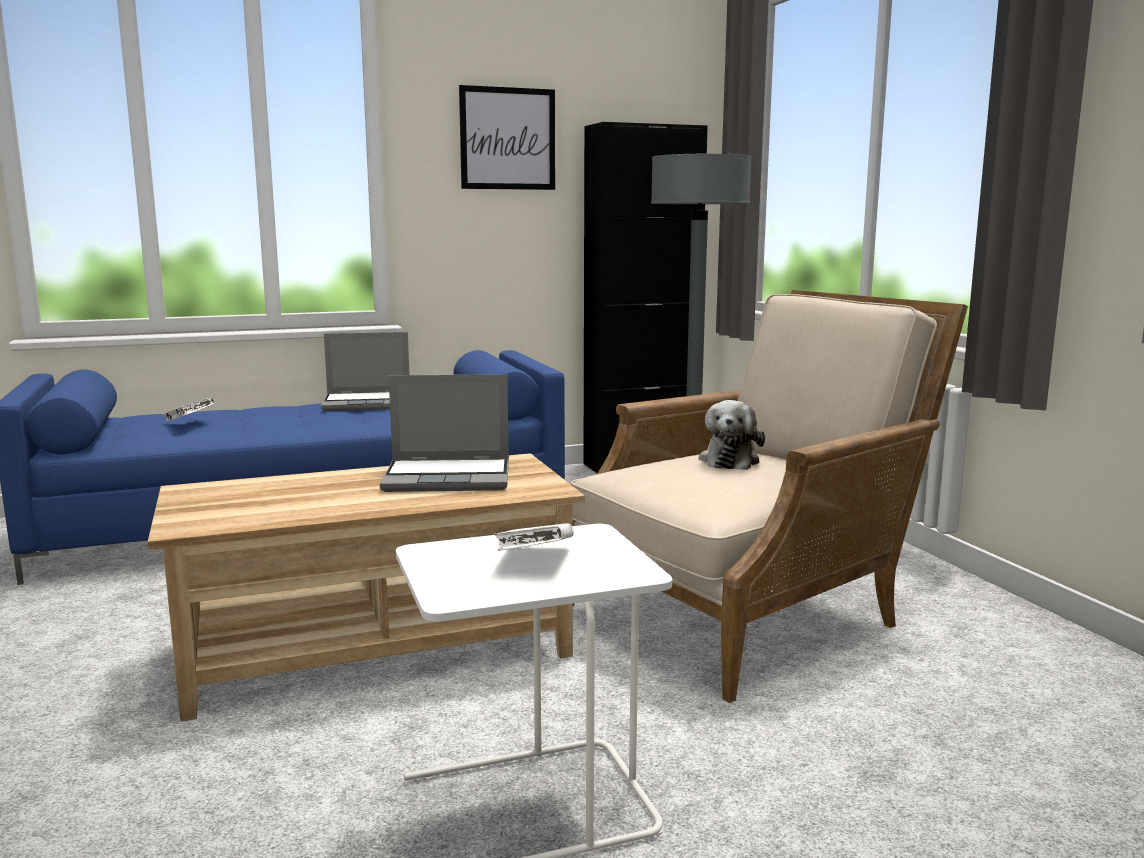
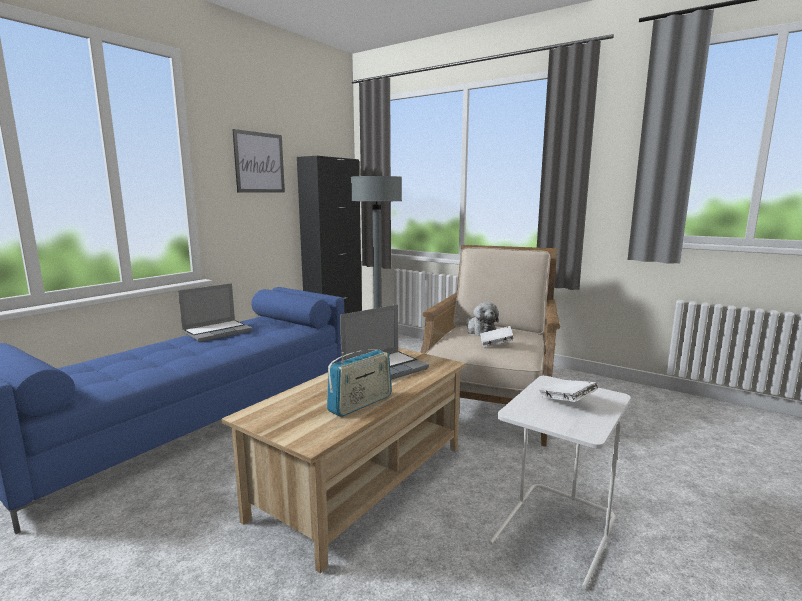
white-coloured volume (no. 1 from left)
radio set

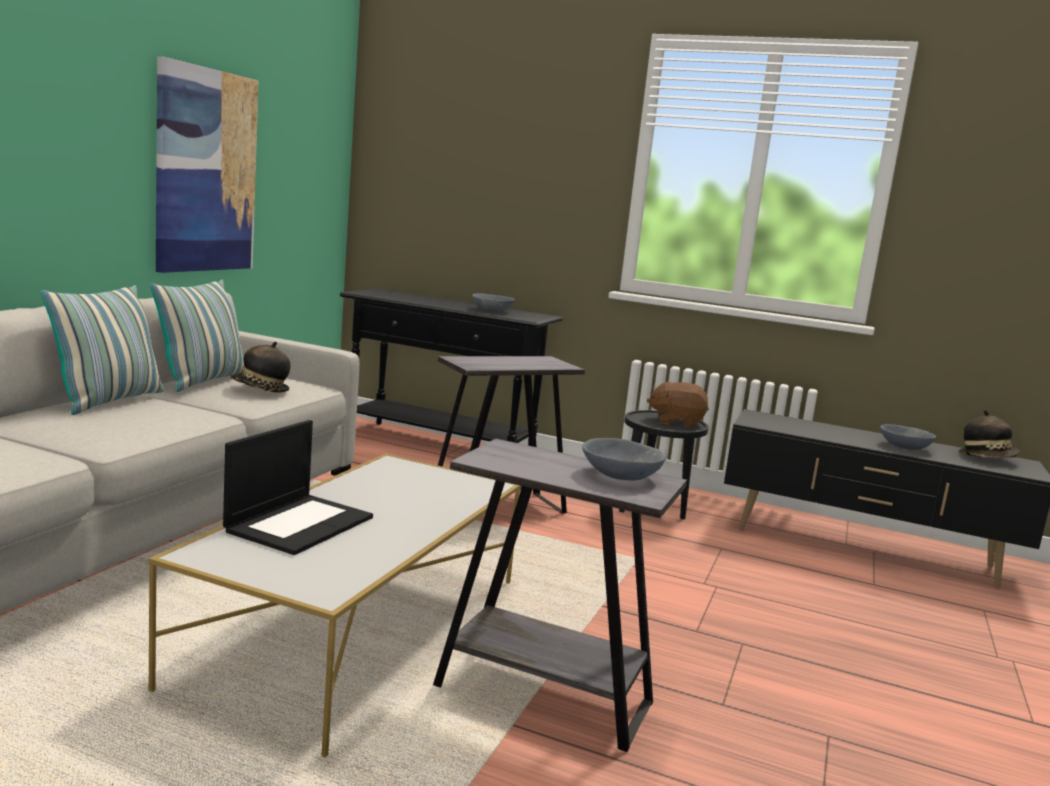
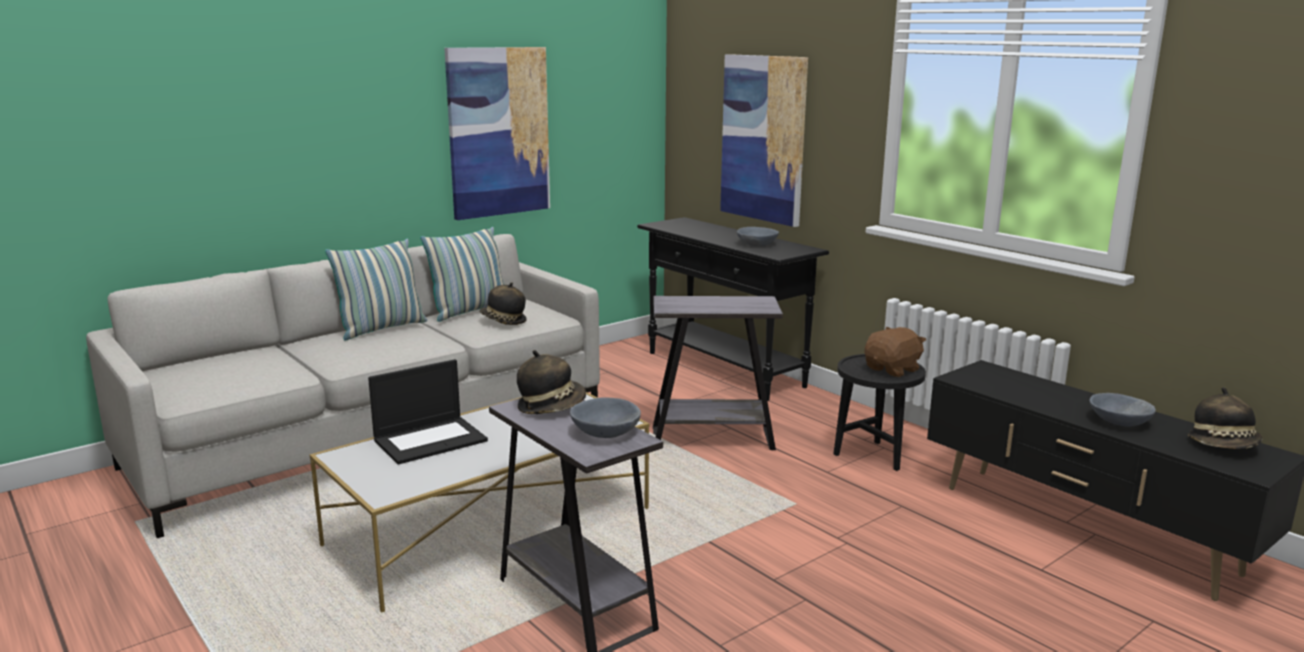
brown-coloured plush toy
clothing hat (no. 2 from left)
wall art (no. 2 from left)

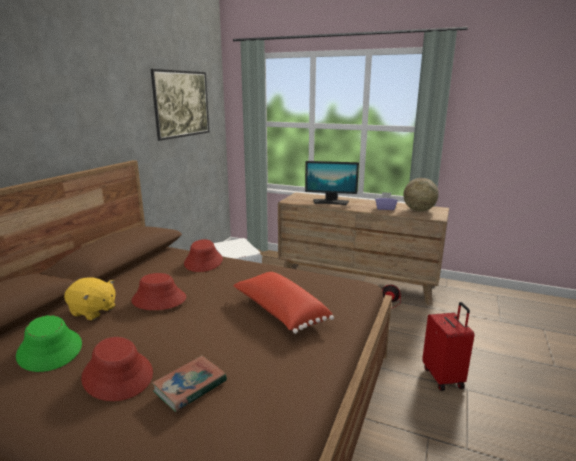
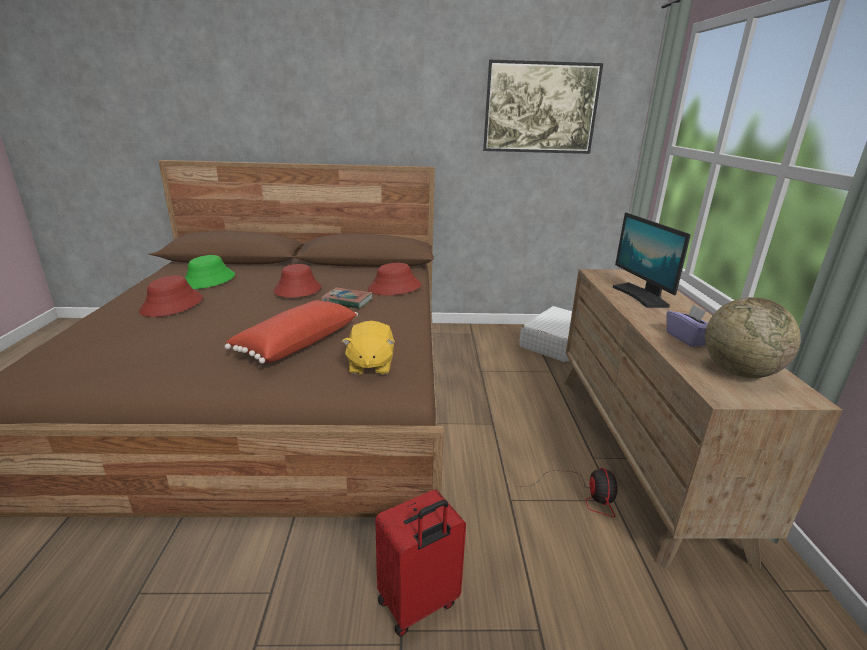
yellow plush toy
volume

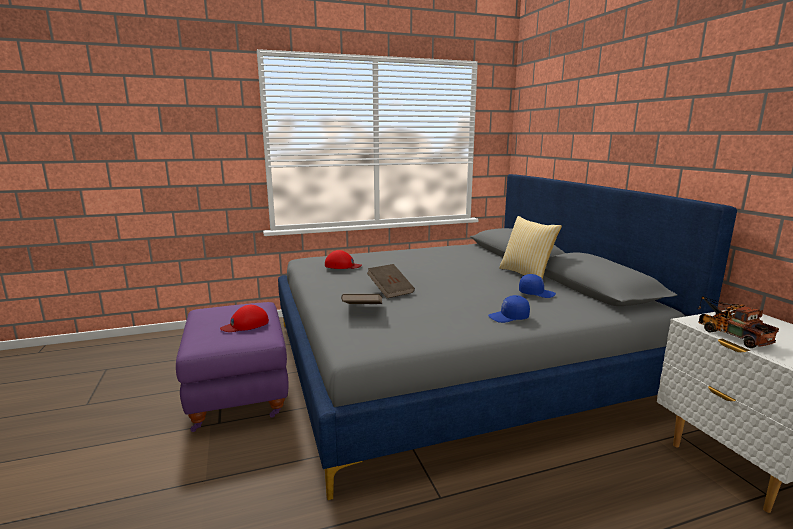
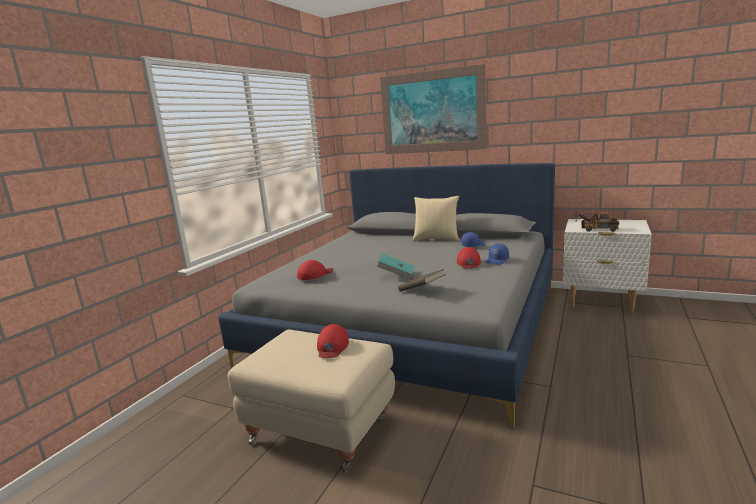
sand-coloured ottoman
turquoise-coloured volume
wall art
red-coloured peaked cap (no. 3 from left)

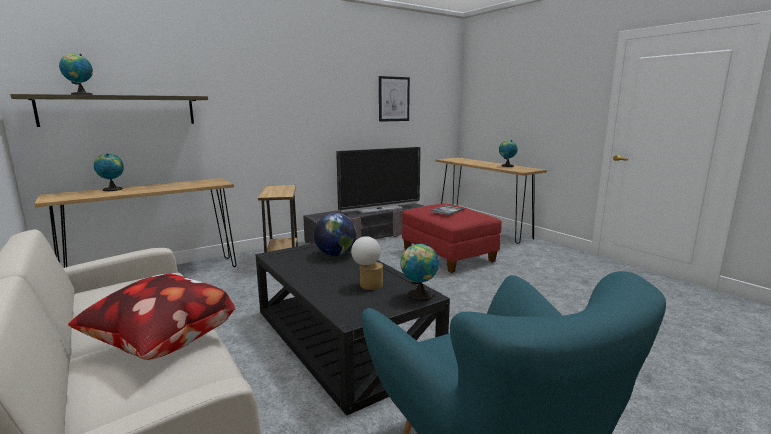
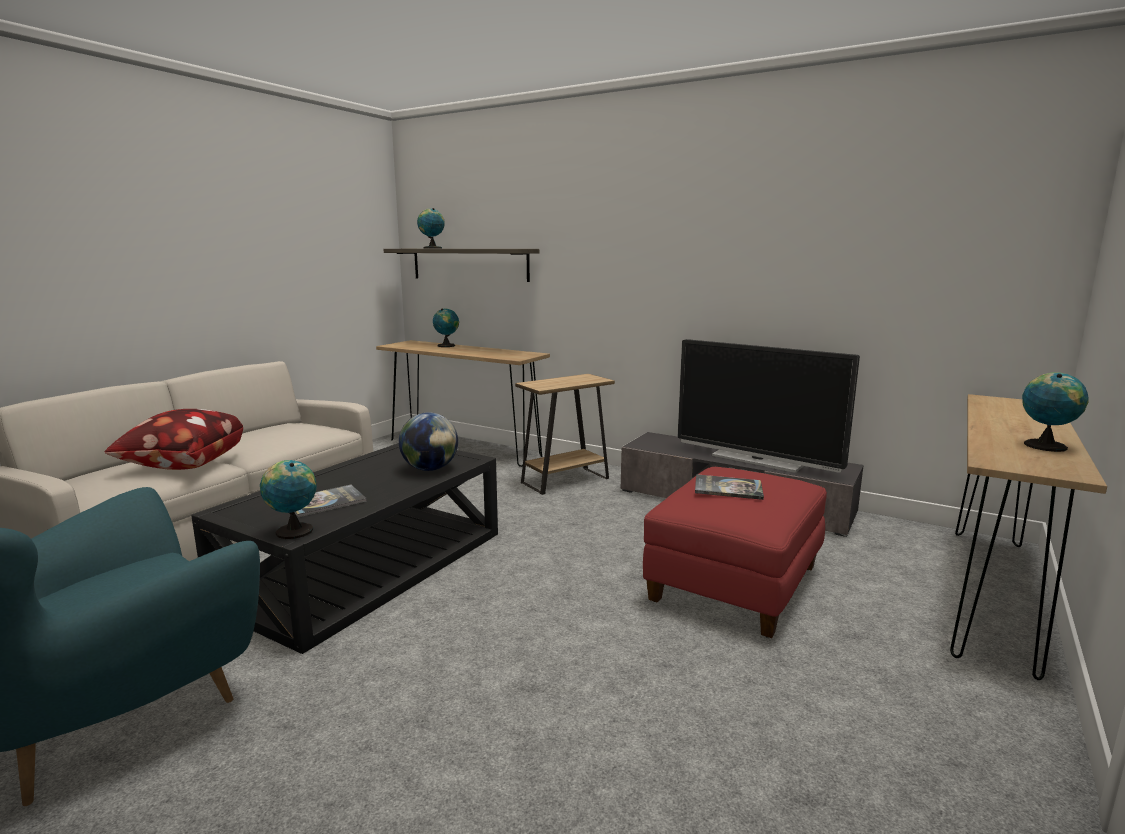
volume (no. 1 from left)
wall art

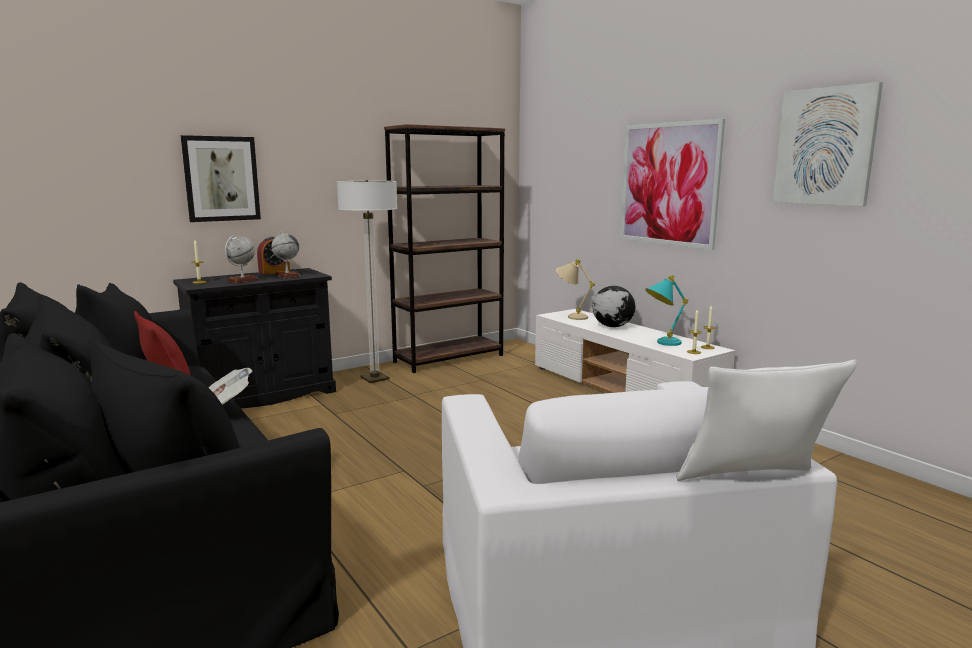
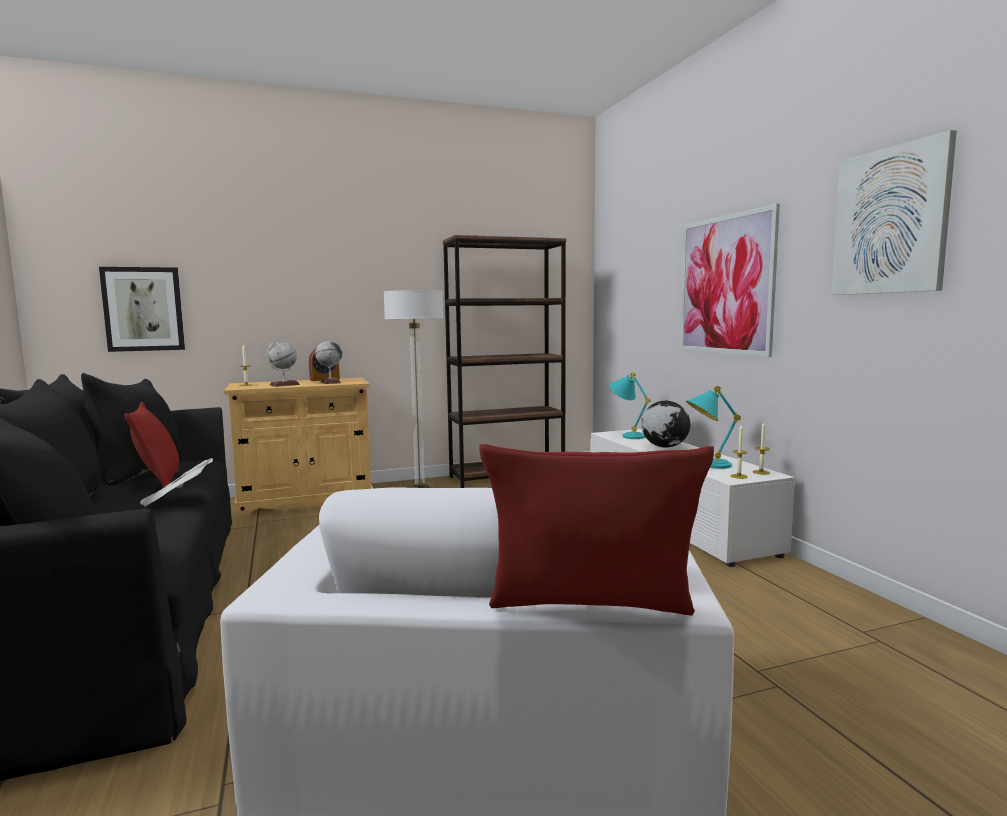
sand-coloured cupboard
wall art (no. 1 from left)
turquoise-coloured table lamp (no. 1 from left)
red-coloured throw pillow (no. 2 from left)

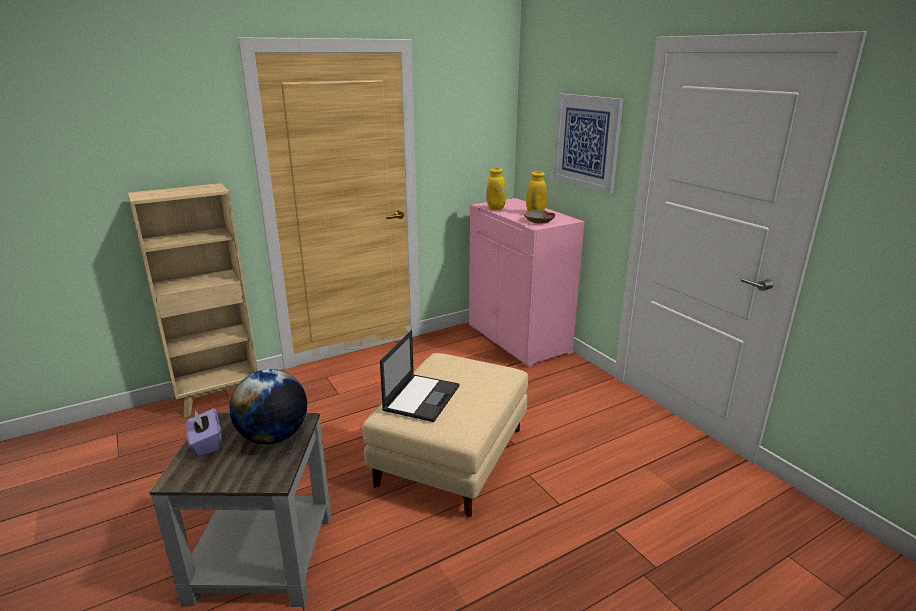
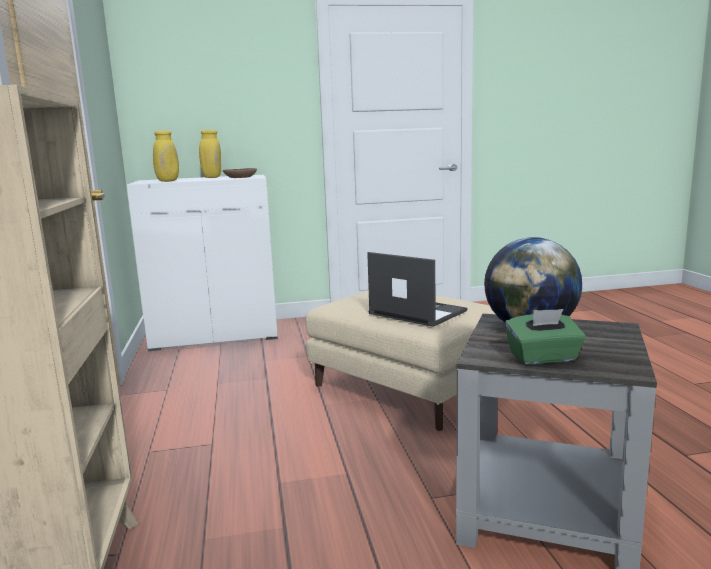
green-coloured tissue box
white-coloured cupboard
wall art

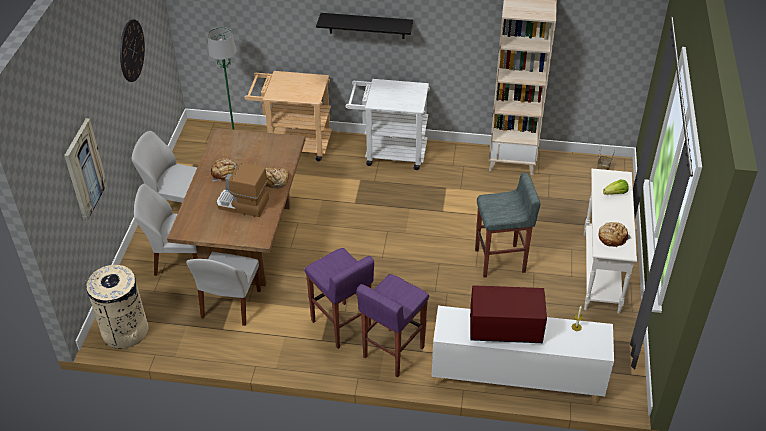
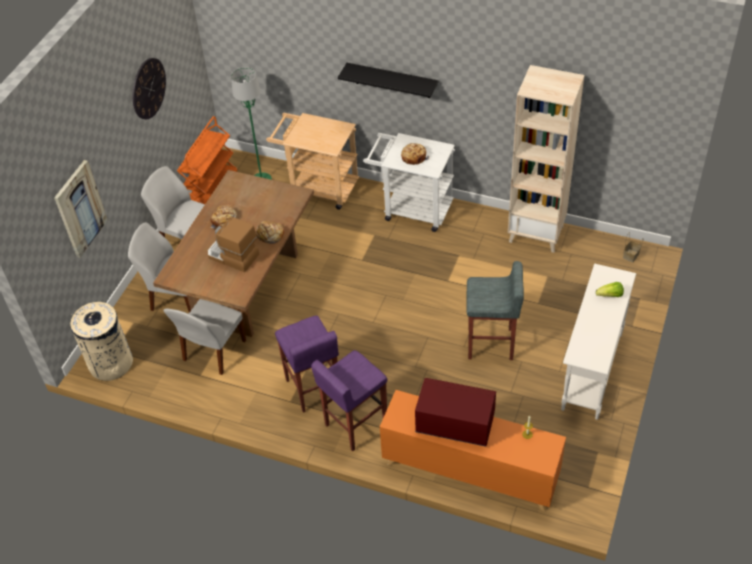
orange cupboard
baked bread (no. 3 from left)
orange cart

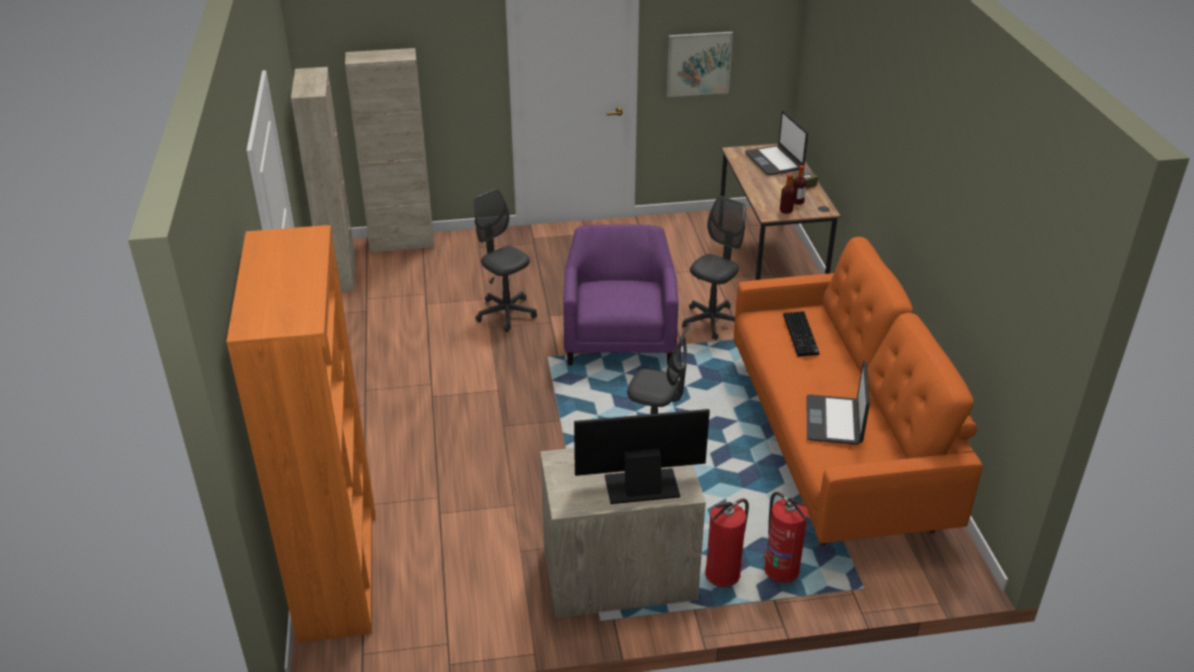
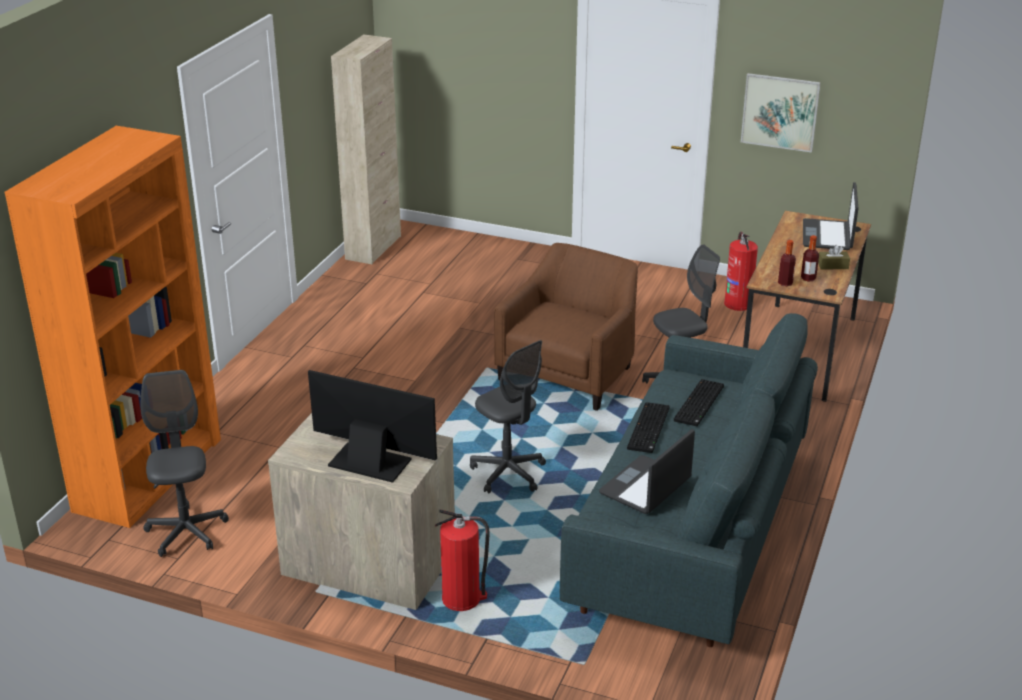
sand-coloured cupboard (no. 2 from left in the first image)
grey desk chair (no. 1 from left)
brown-coloured easy chair
grey sofa
extinguisher (no. 2 from left)
PC keyboard (no. 1 from left)

